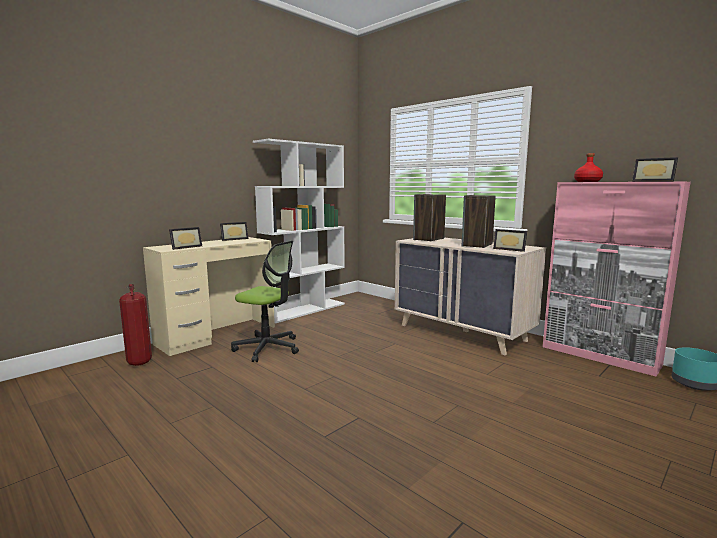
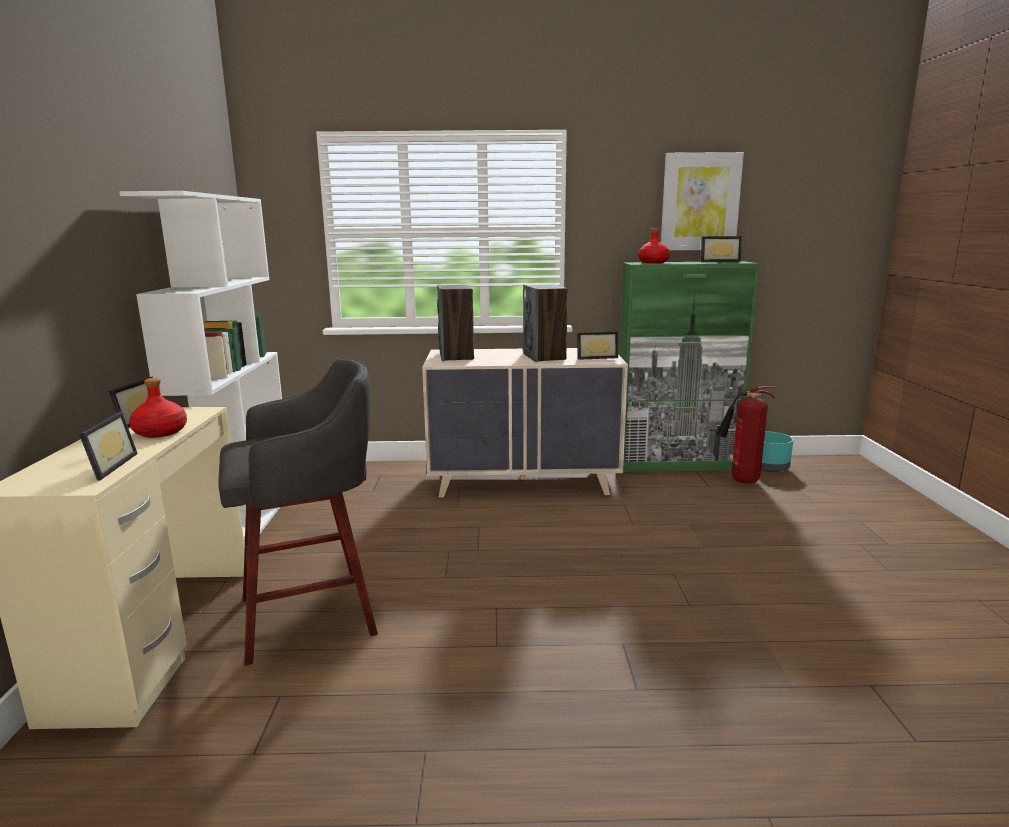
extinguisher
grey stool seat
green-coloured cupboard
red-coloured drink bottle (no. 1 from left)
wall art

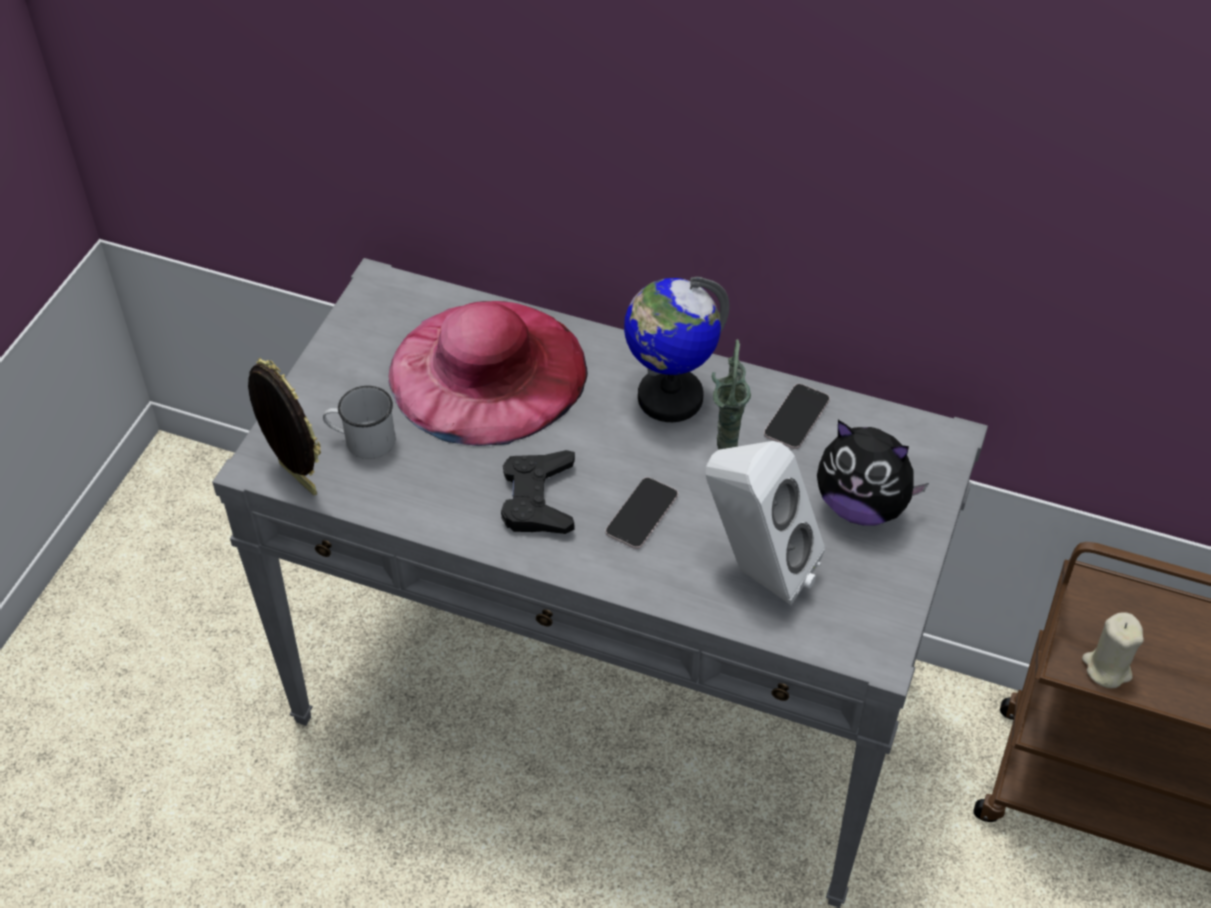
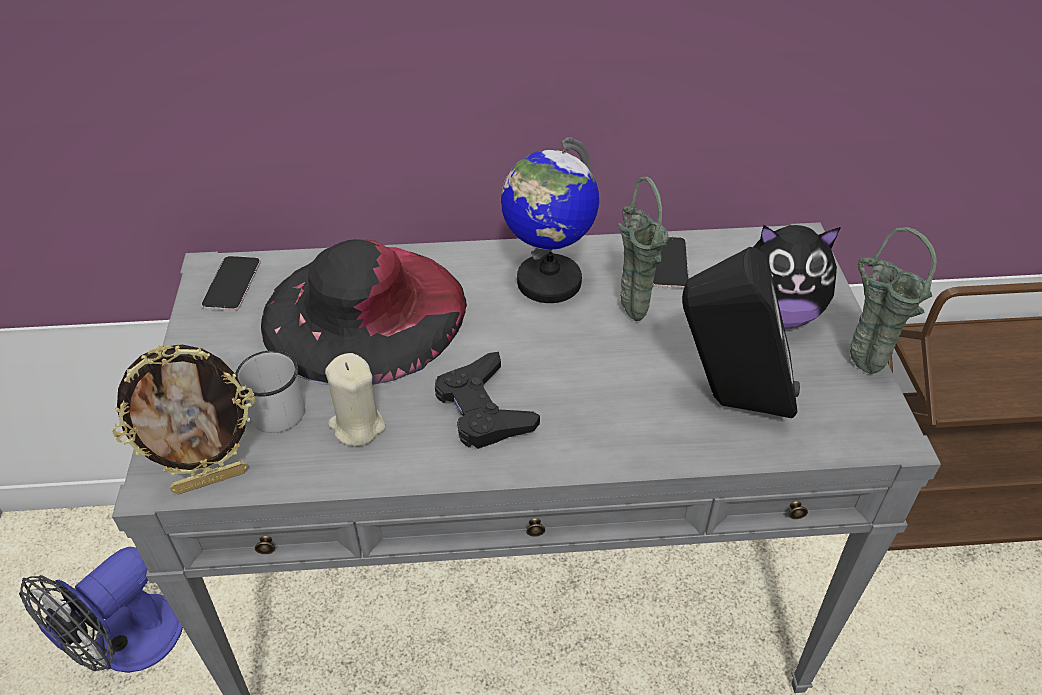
standing frame
blackish clothing hat
handset (no. 1 from left)
blackish loudspeaker
sand-coloured wax light
electric fan
green-coloured flower vase (no. 2 from left)

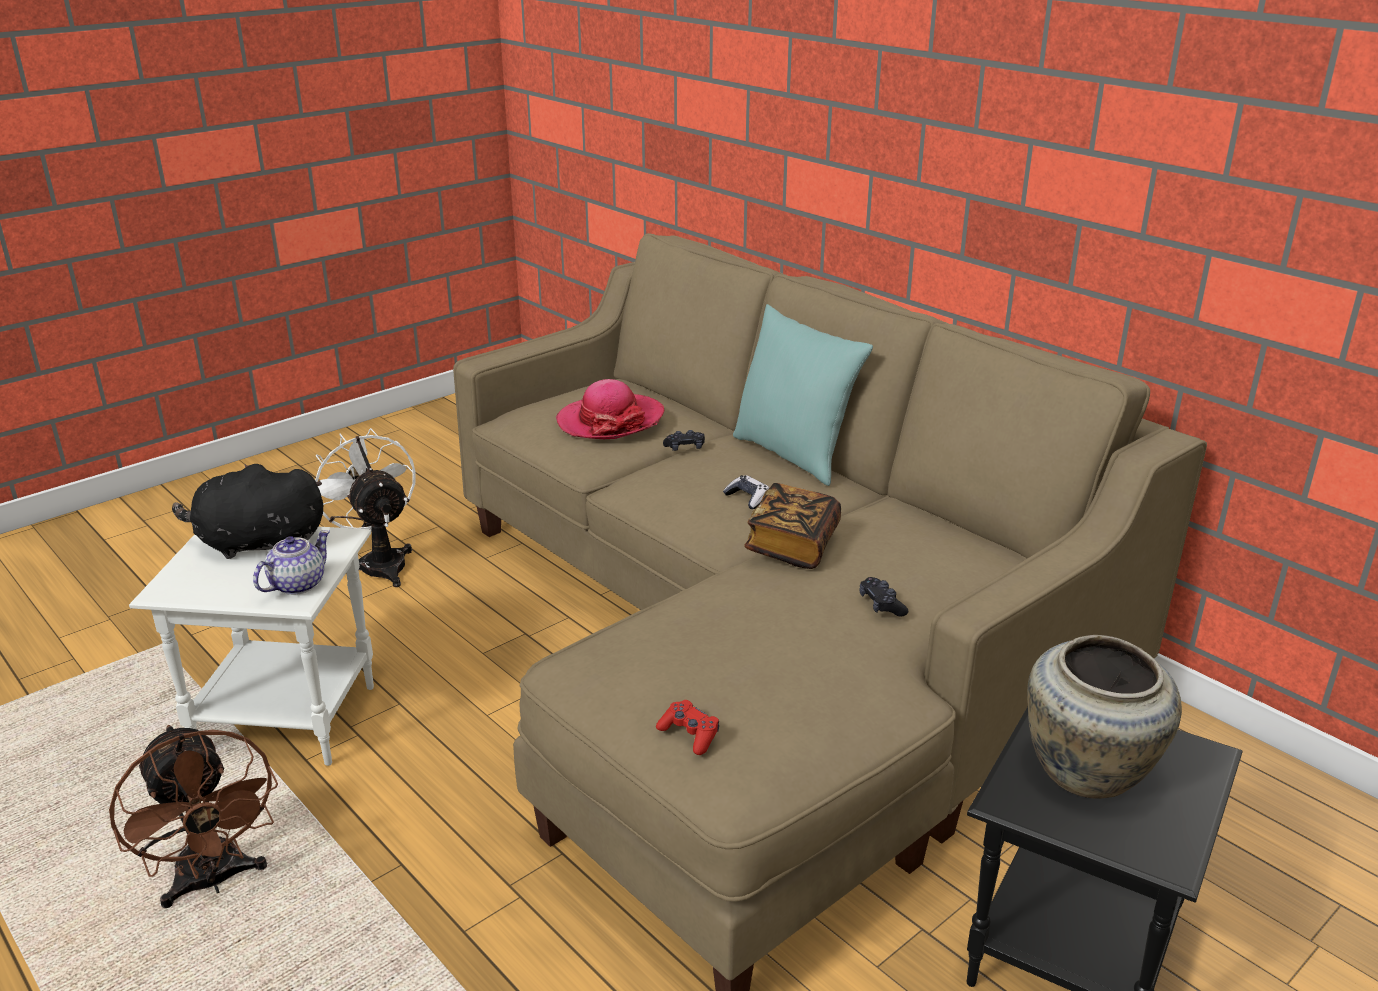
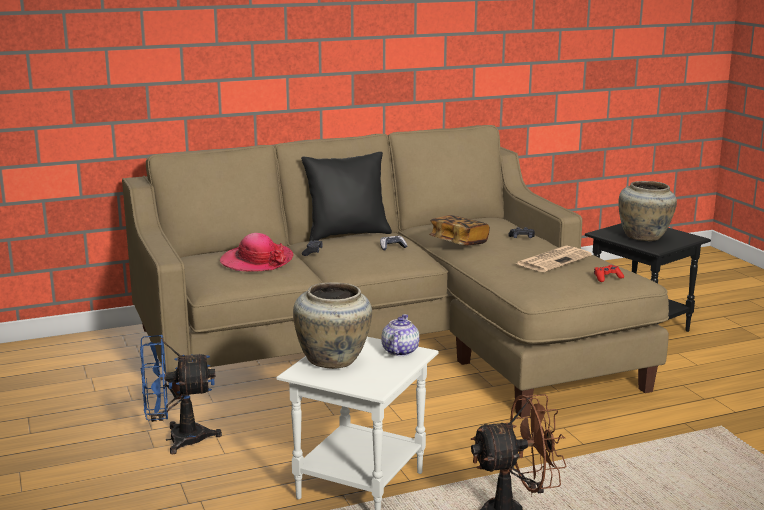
sand-coloured flower vase (no. 1 from left)
tea pot
bluish electric fan
blackish throw pillow
daily paper

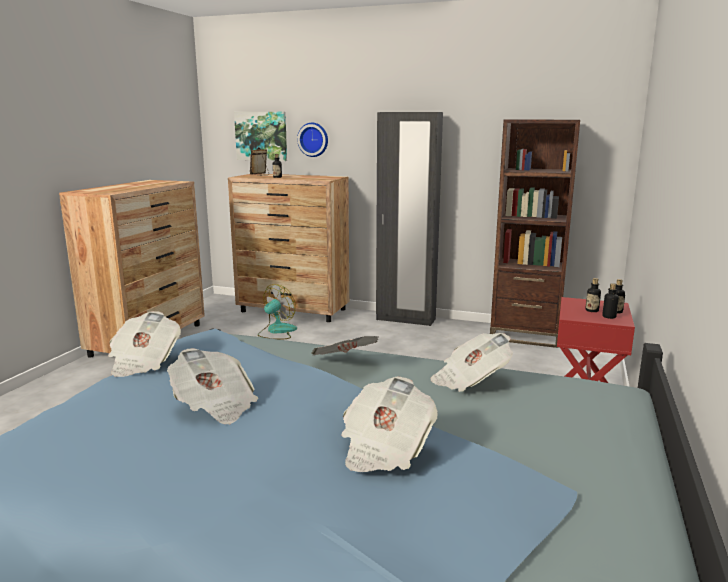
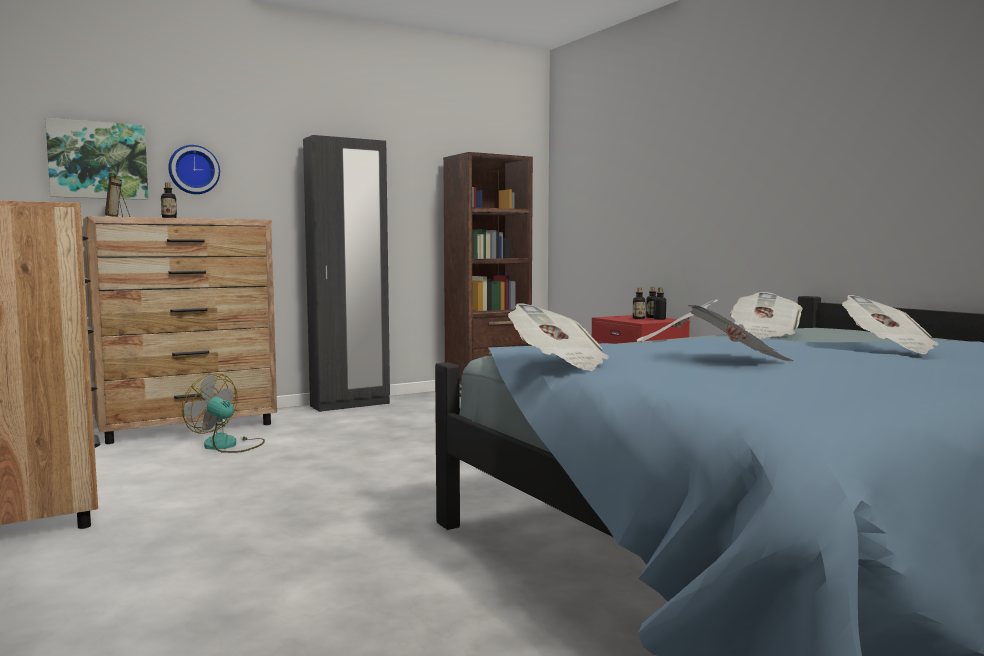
electric fan

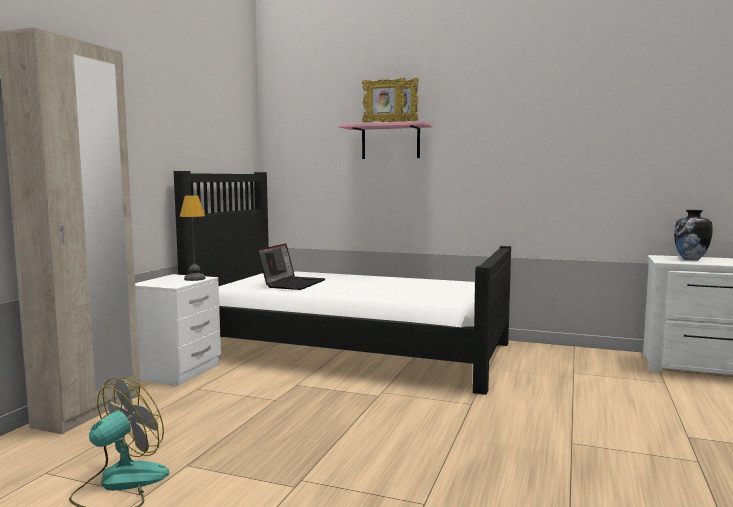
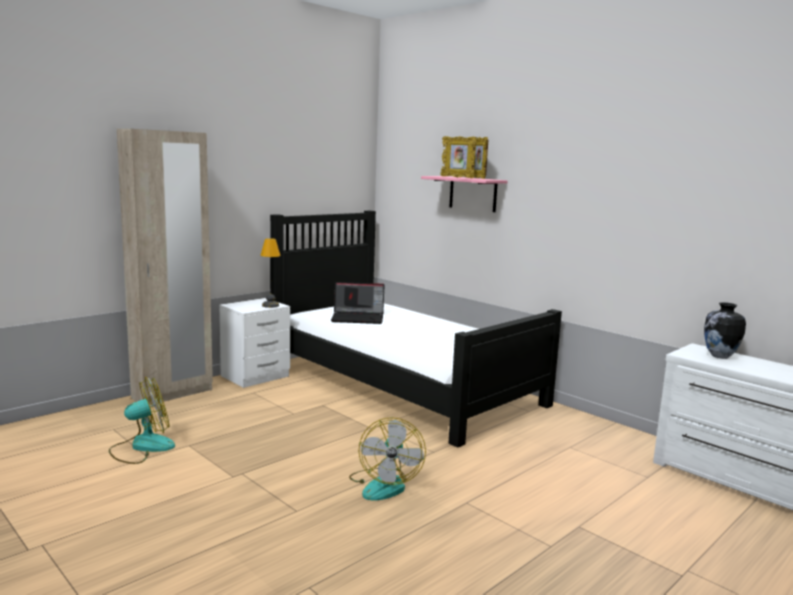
notebook computer
electric fan (no. 2 from left)

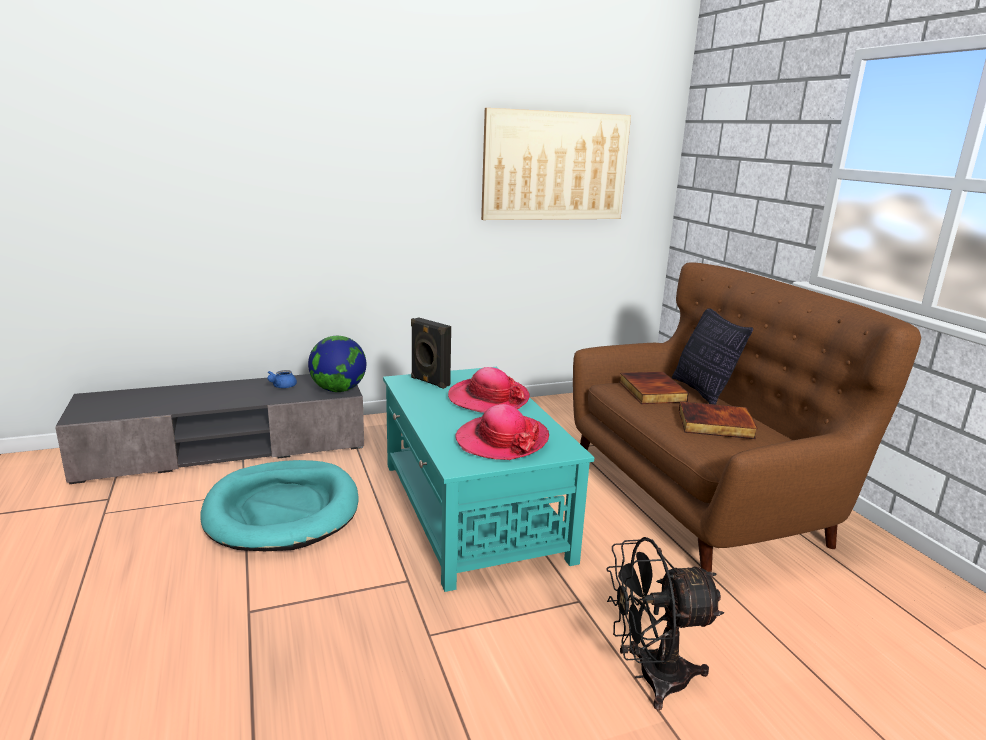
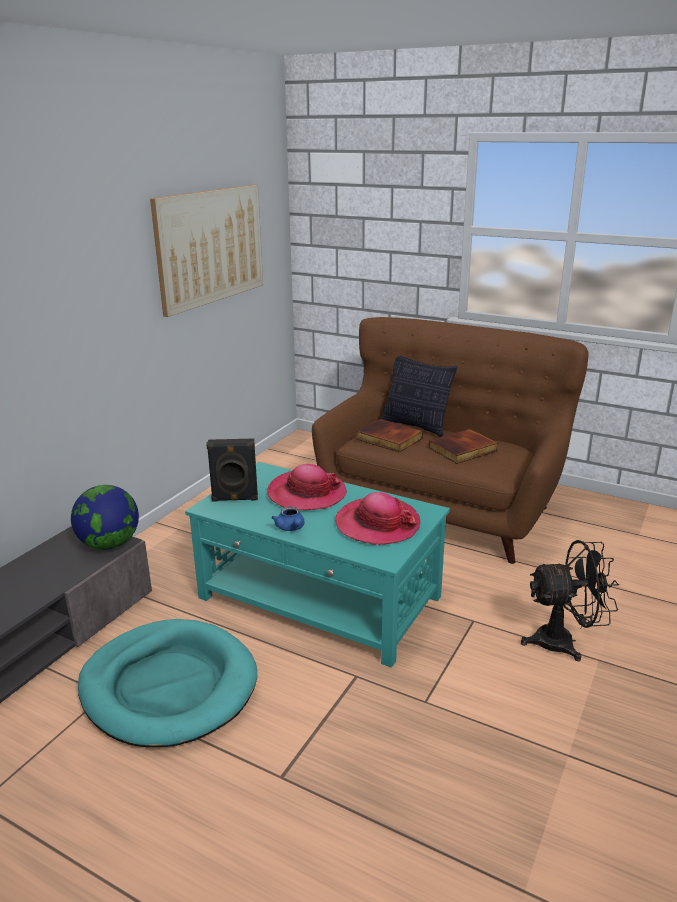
bluish tea pot
blackish electric fan

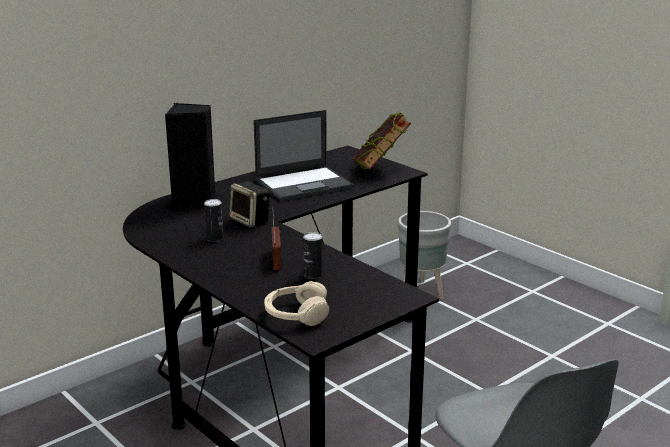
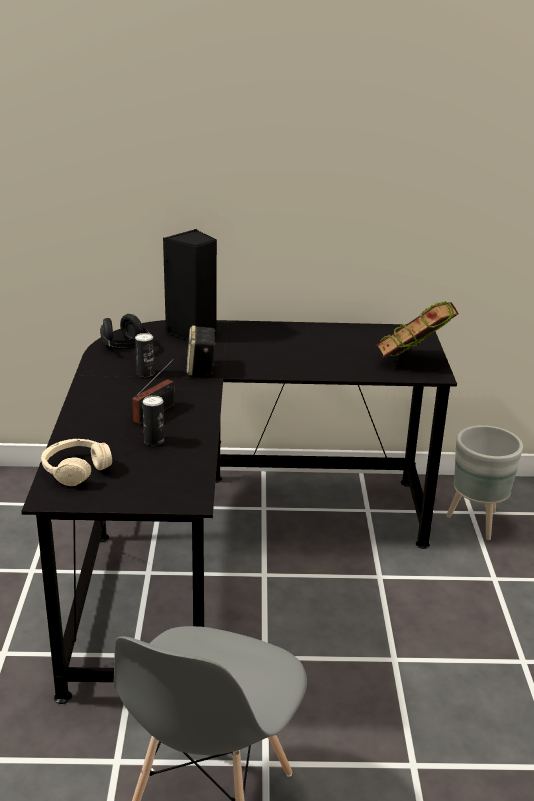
notebook computer
blackish pair of headphones

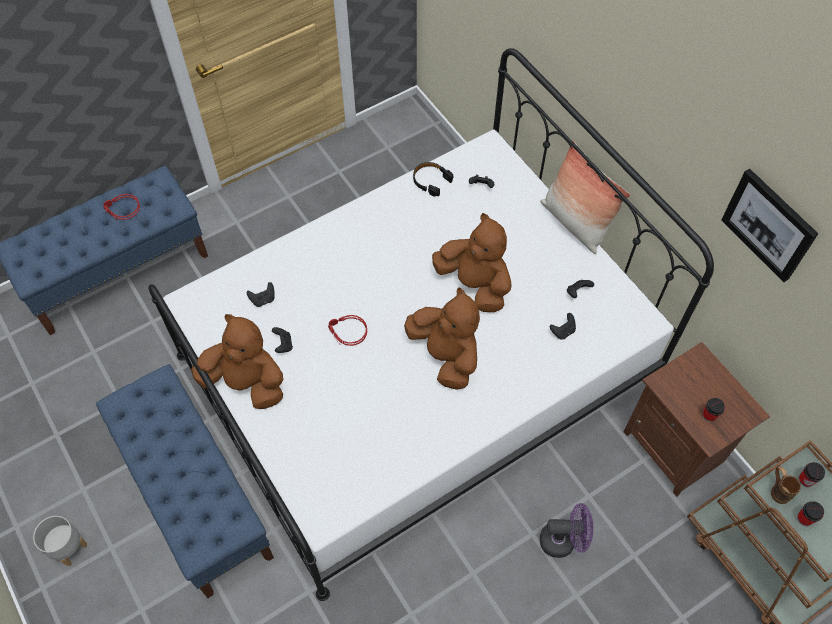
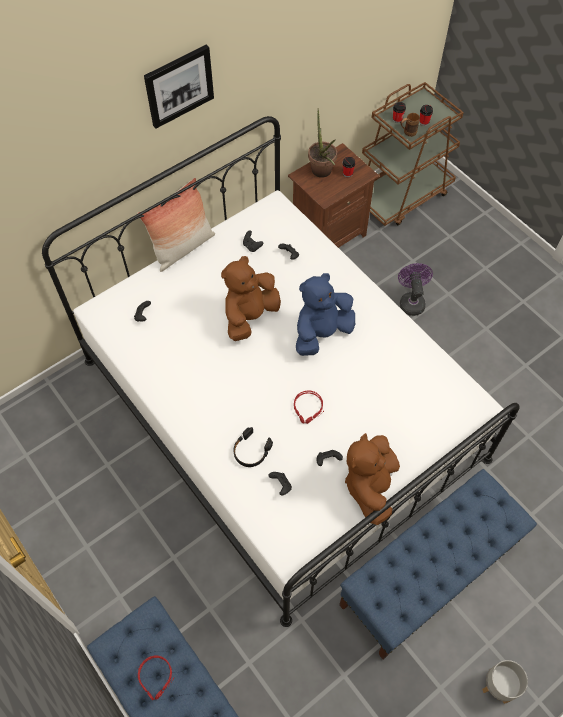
bluish plush toy
blackish pair of headphones
wall art
houseplant

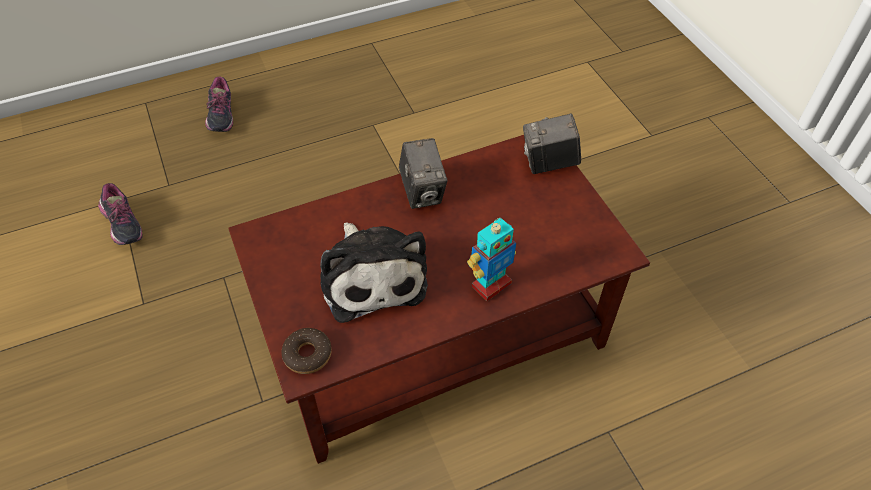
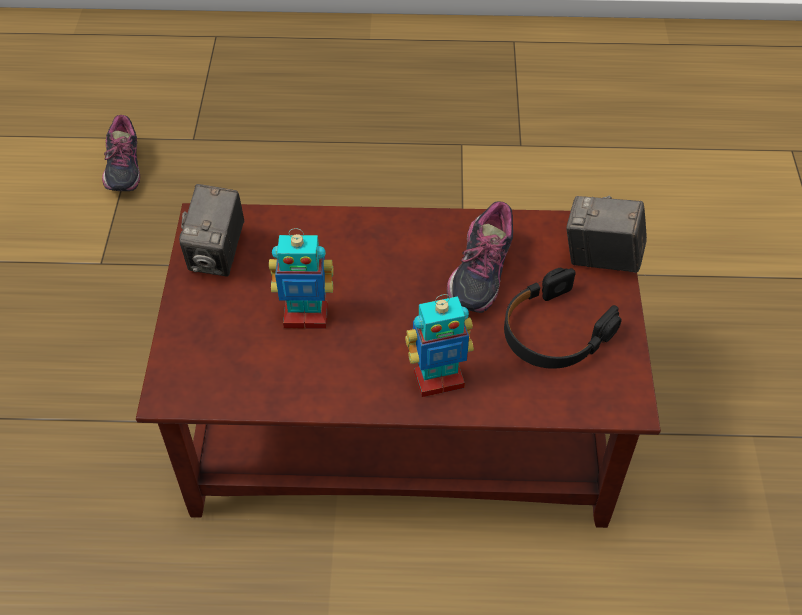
shoe (no. 2 from left)
ring doughnut
model robot (no. 1 from left)
still camera (no. 1 from left)
blackish pair of headphones

